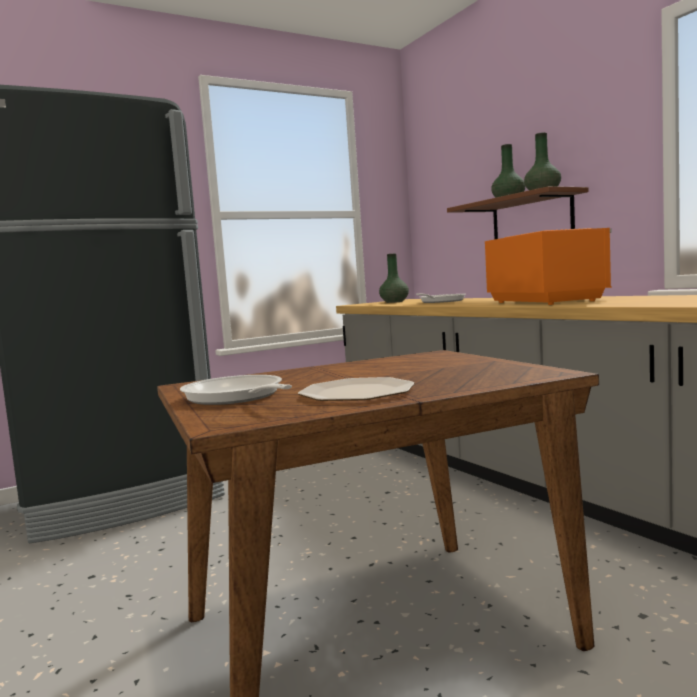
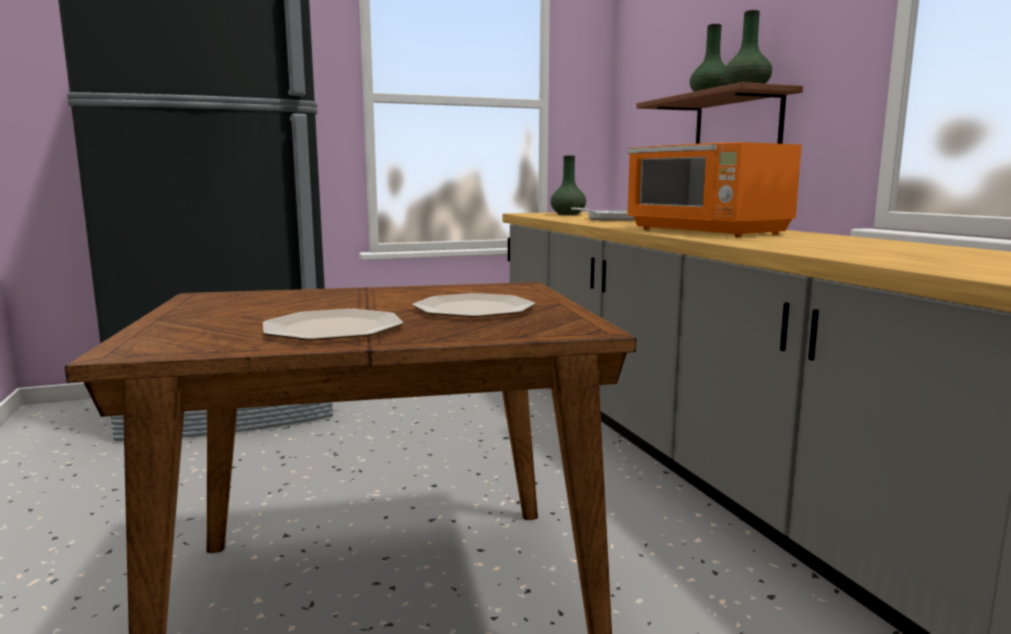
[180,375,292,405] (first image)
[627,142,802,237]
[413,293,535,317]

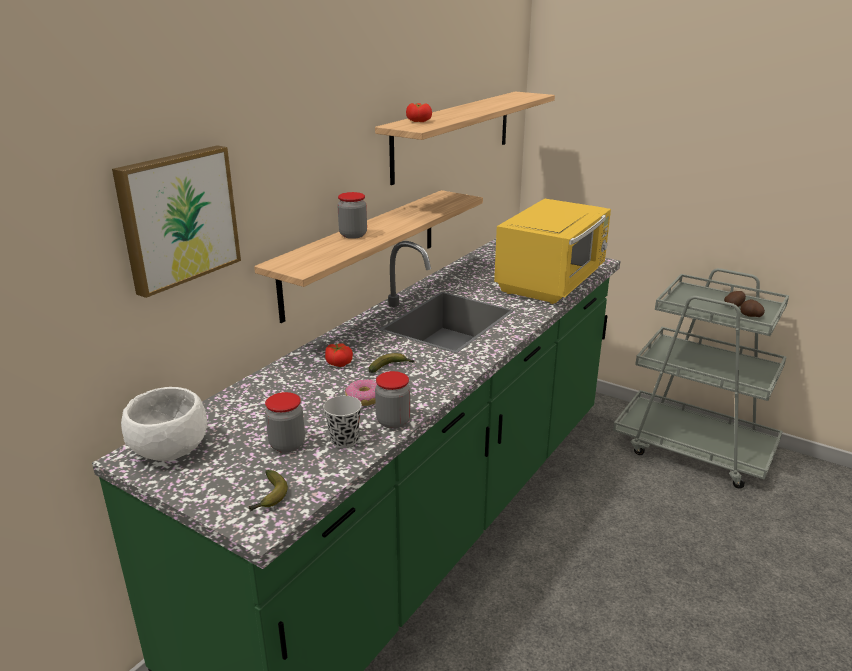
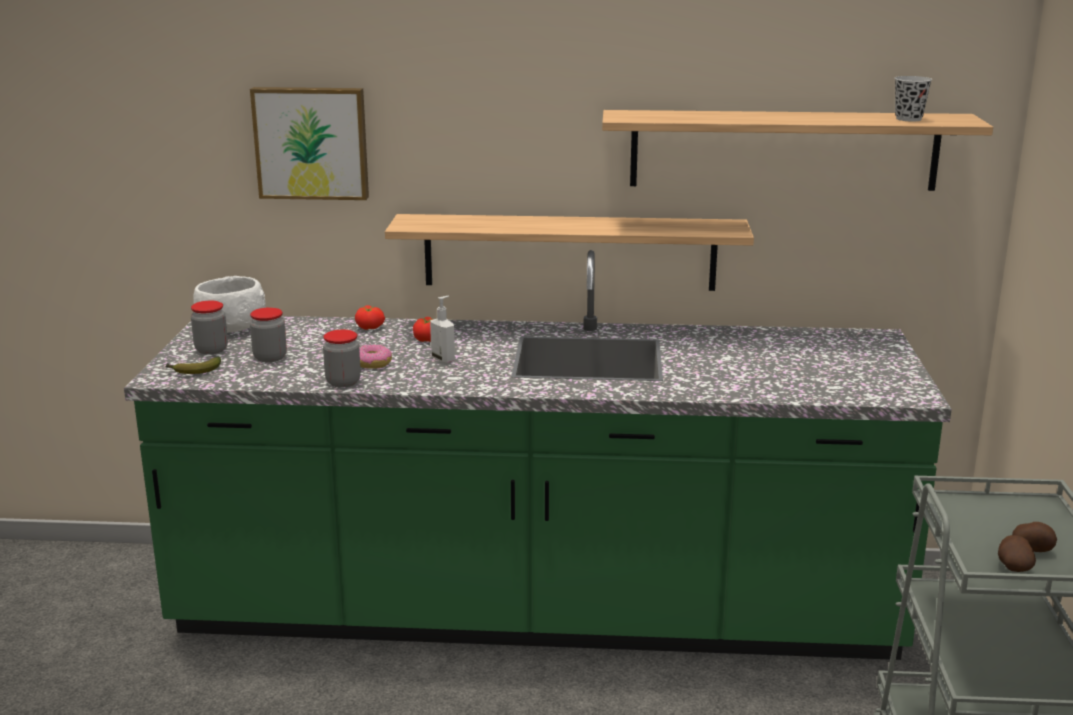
[894,76,932,121]
[191,301,228,355]
[430,296,455,363]
[355,305,385,330]
[494,199,611,304] (first image)

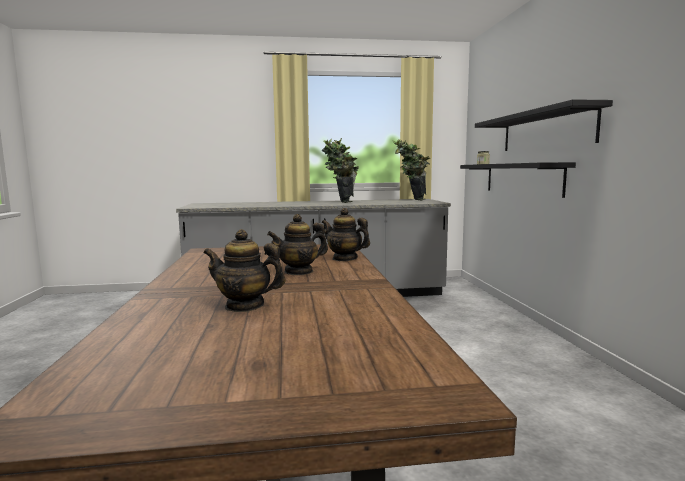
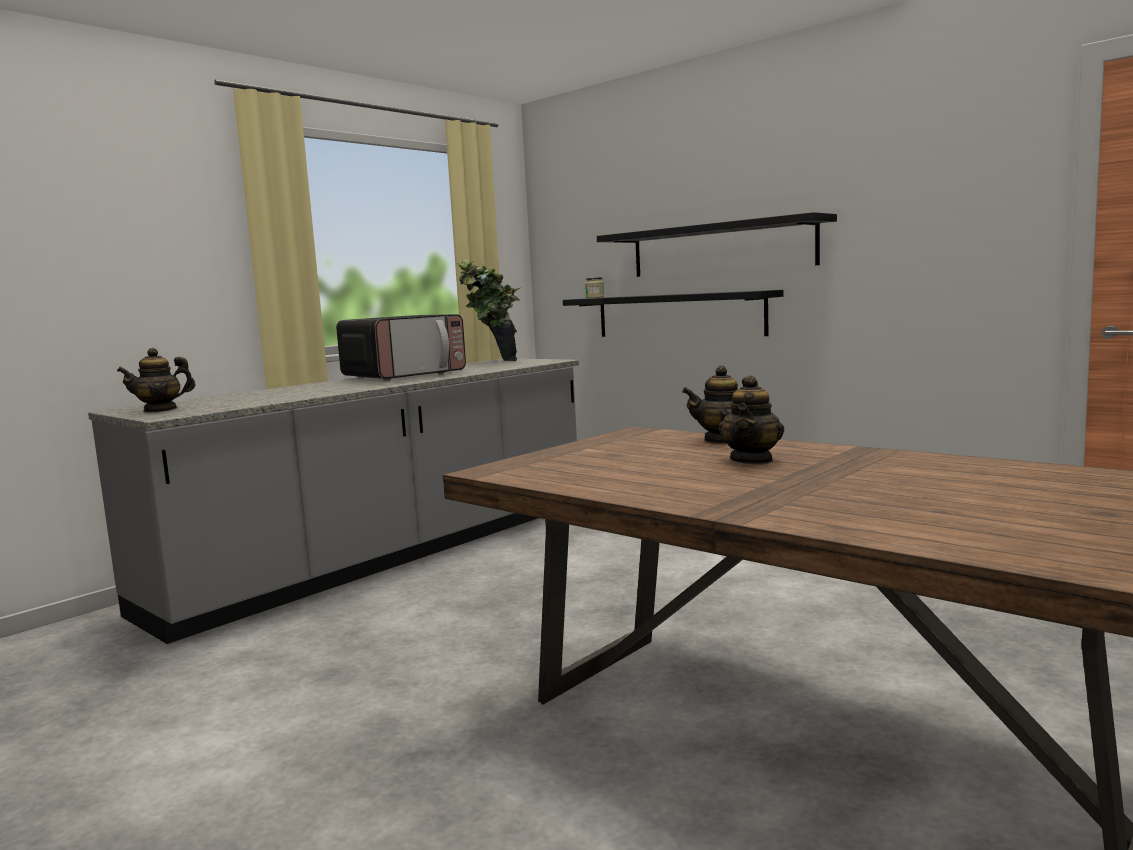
[117,348,195,413]
[336,314,466,380]

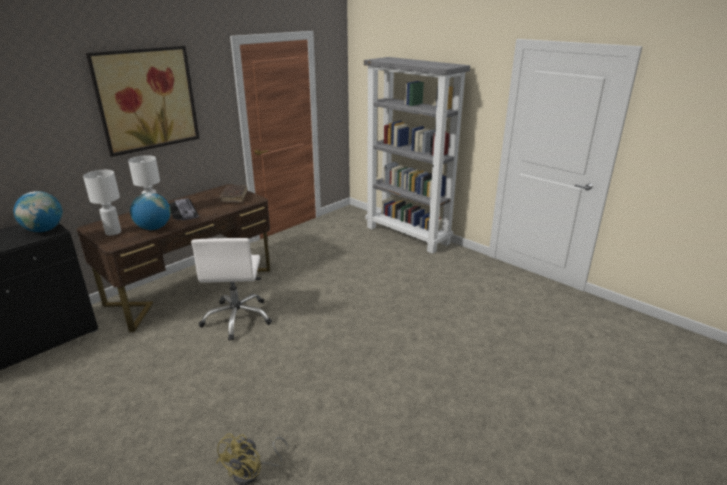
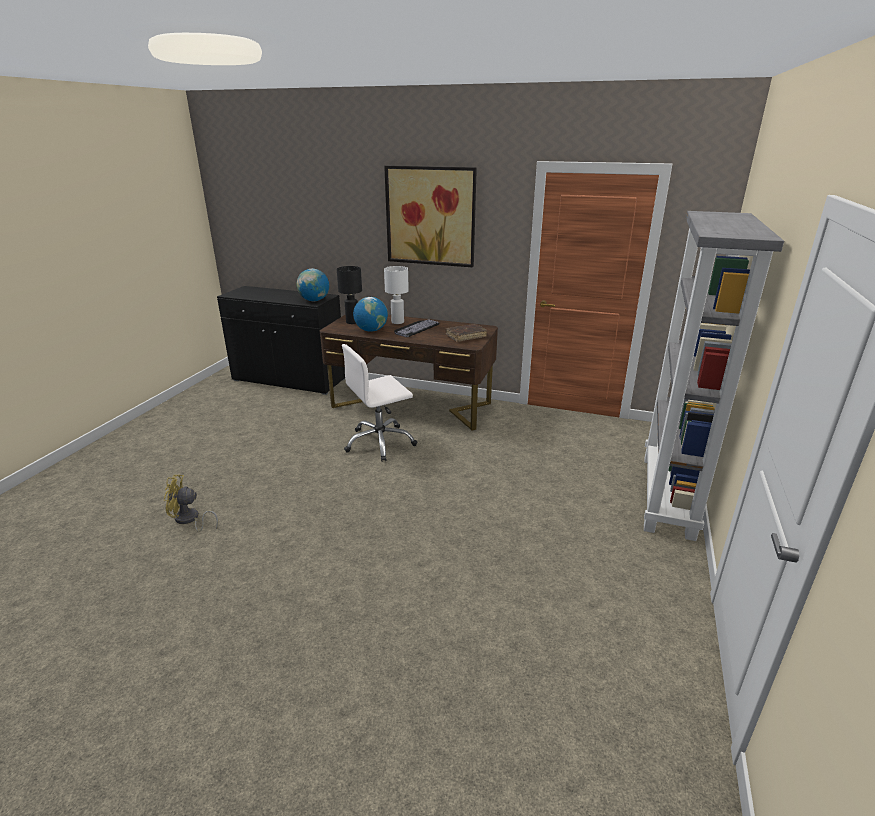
[337,266,362,324]

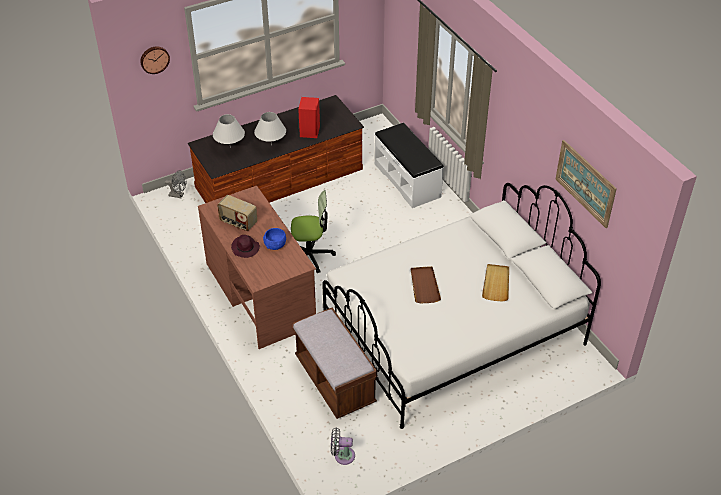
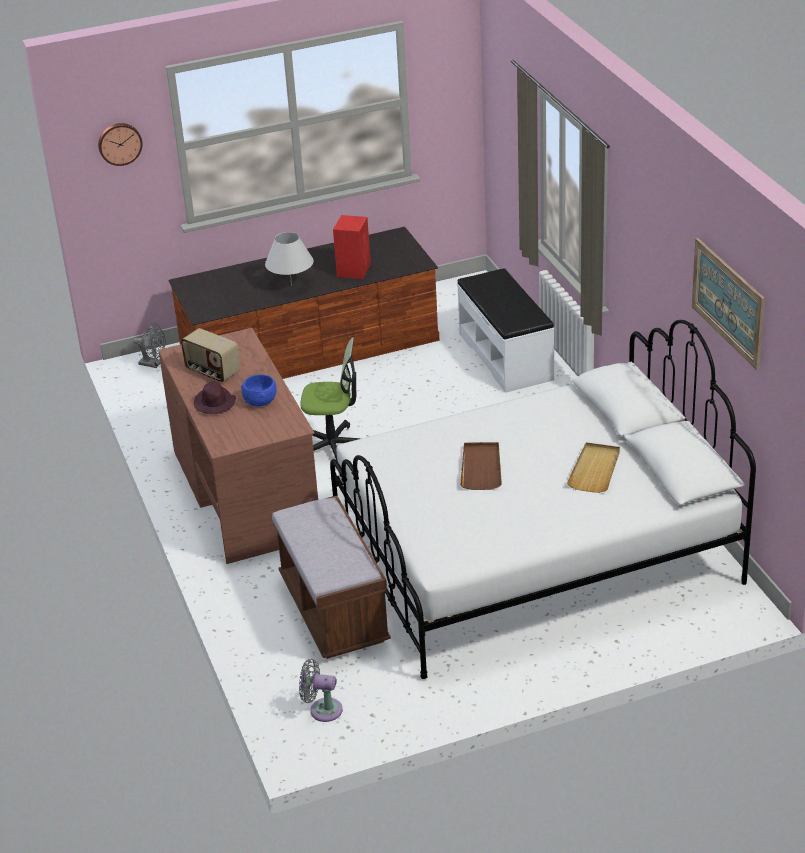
[213,114,245,148] (first image)

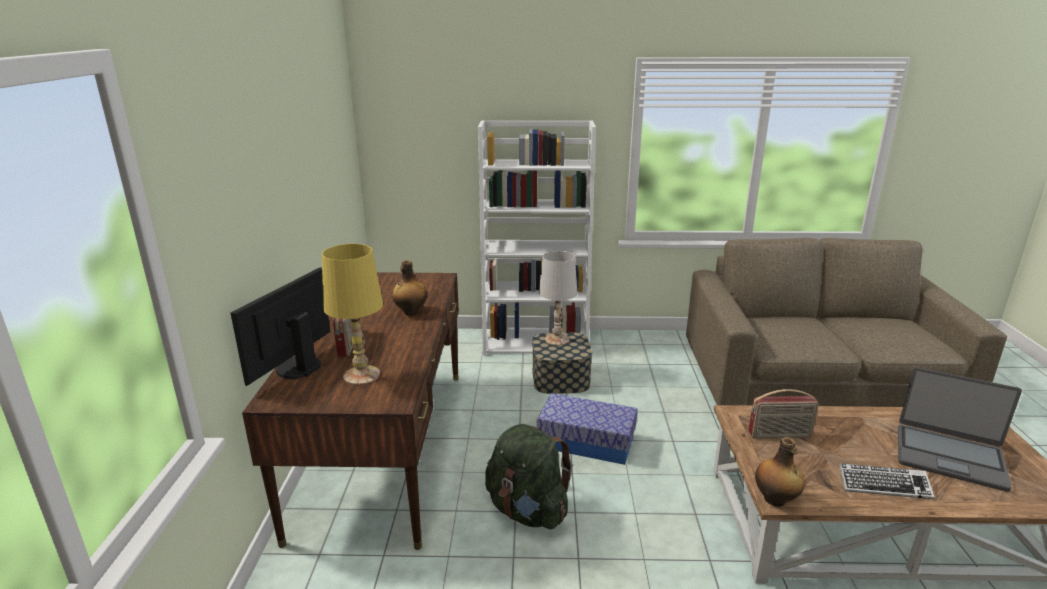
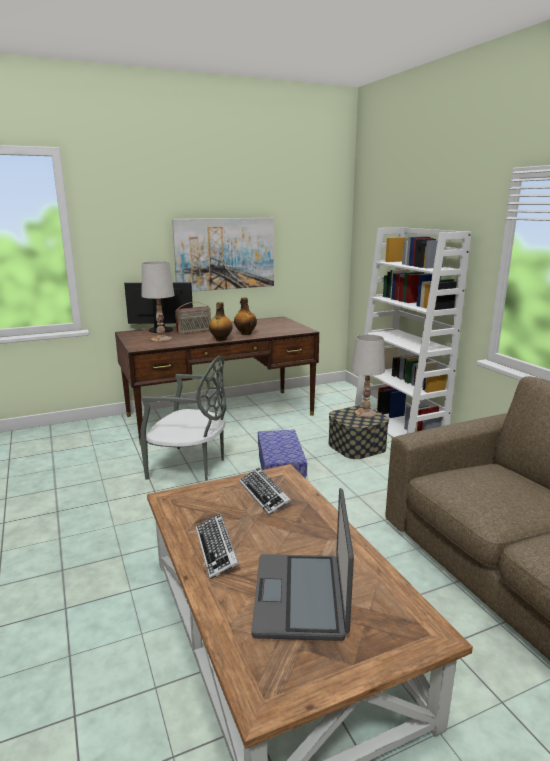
[142,261,174,342]
[140,356,227,481]
[239,468,291,515]
[209,302,233,341]
[172,218,274,292]

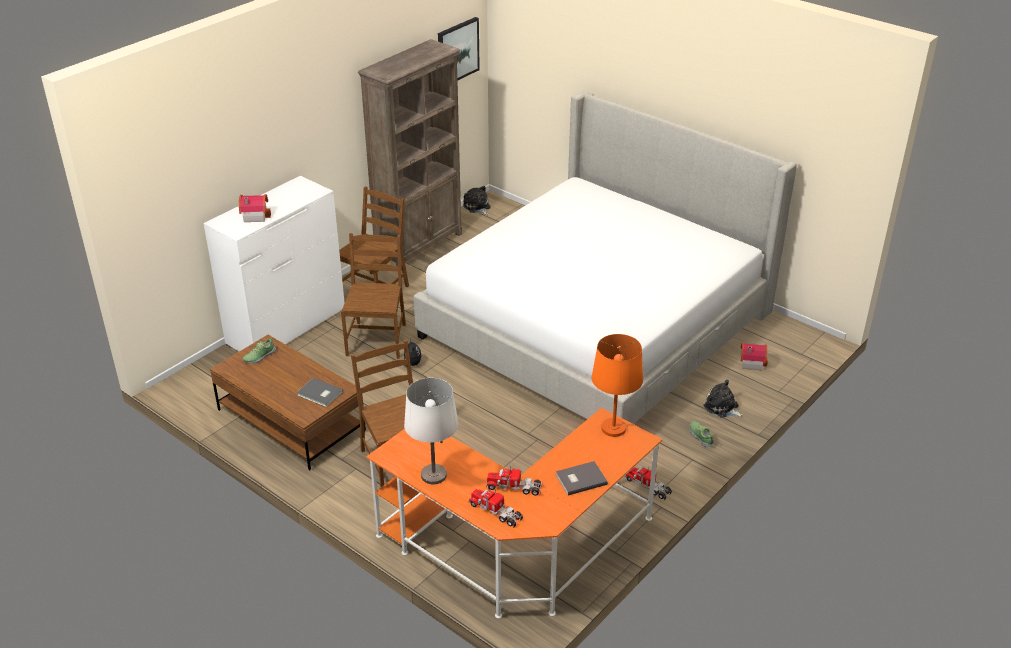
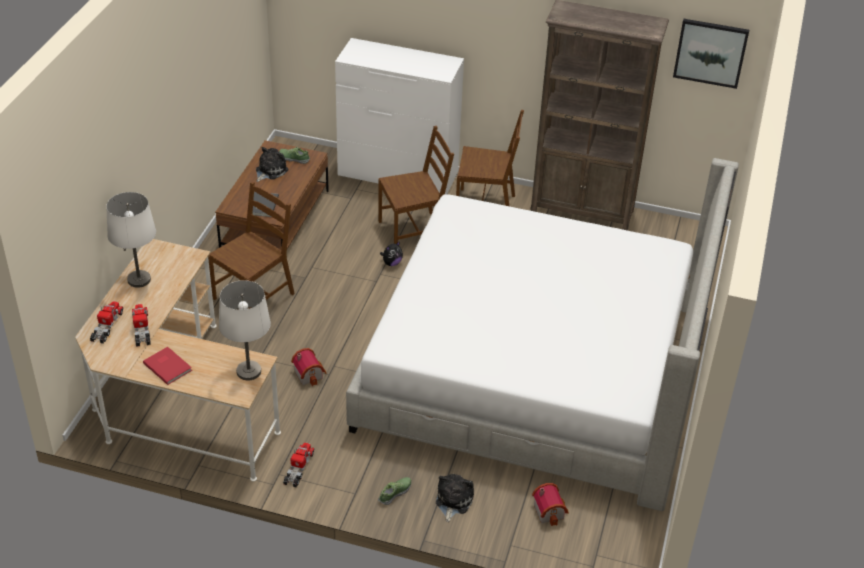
[291,348,327,386]
[75,239,281,481]
[256,147,289,182]
[143,347,192,385]
[219,280,271,380]

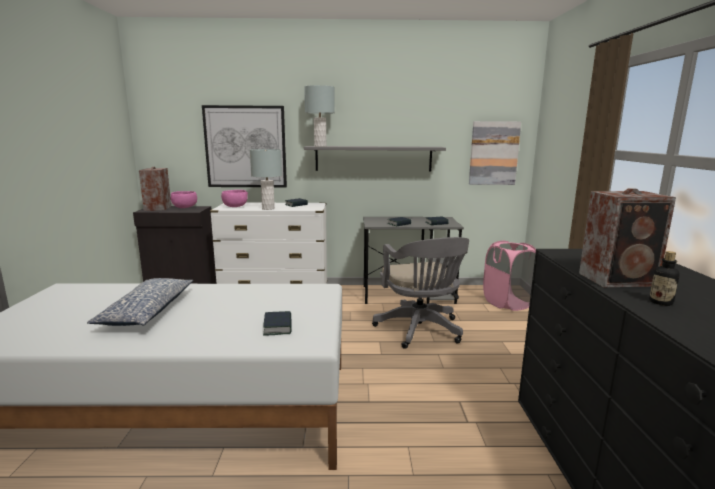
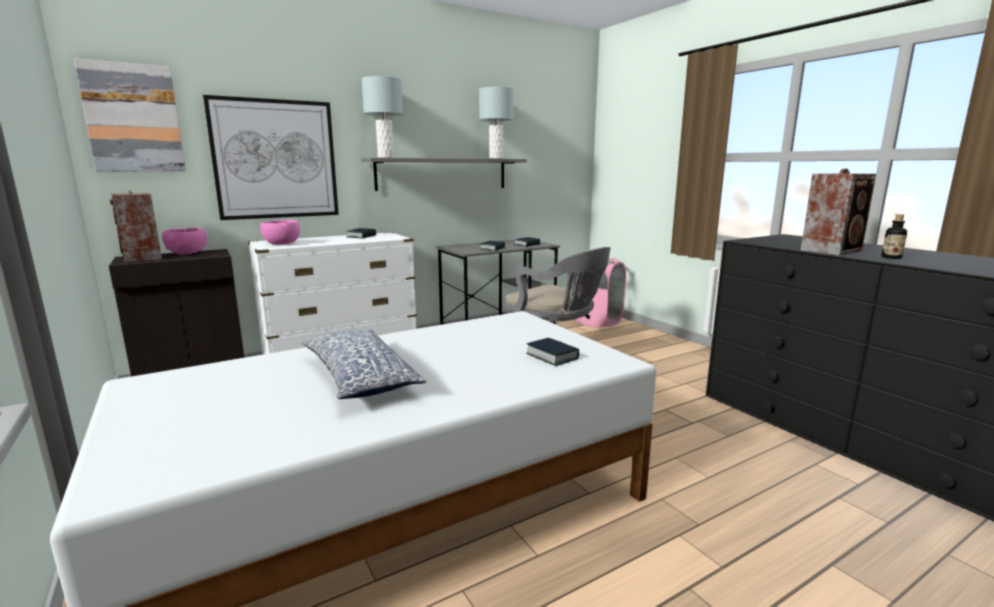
[479,87,514,159]
[74,58,186,172]

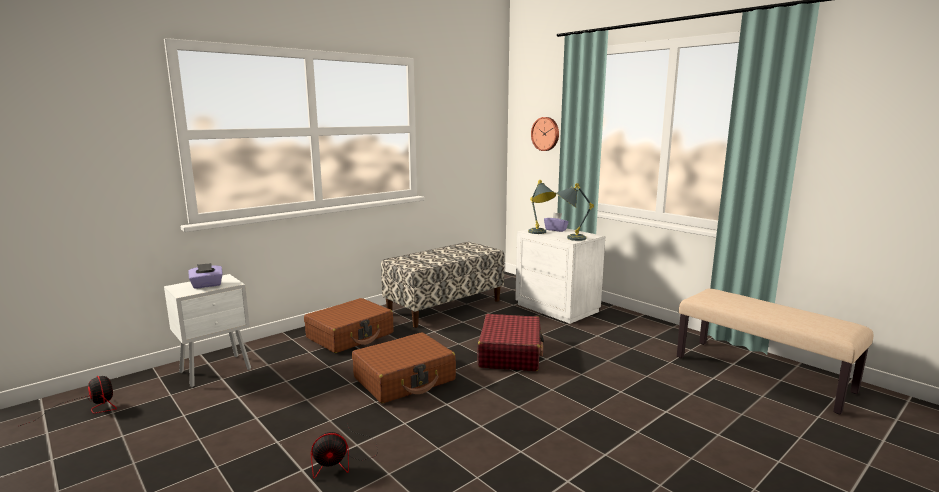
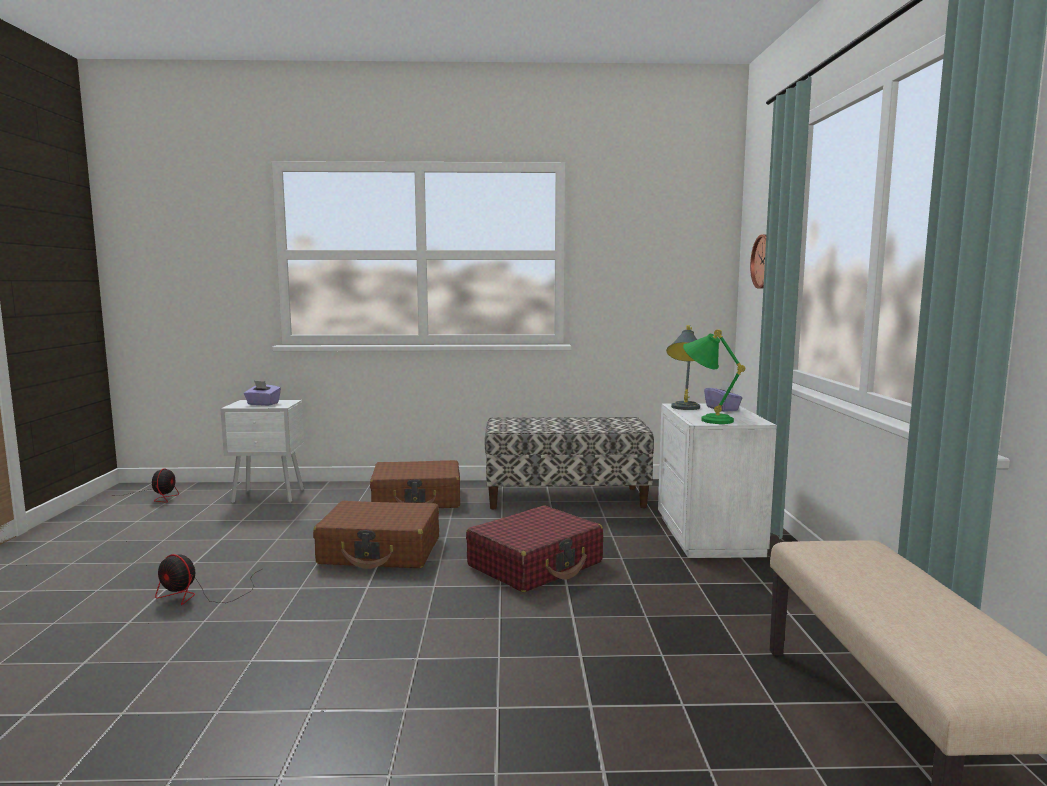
[683,329,745,424]

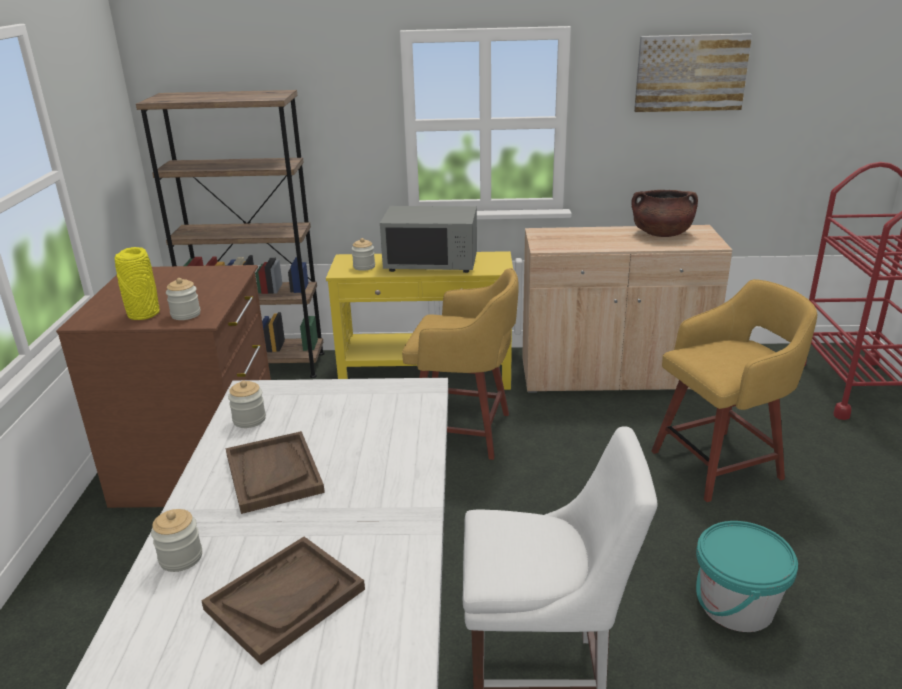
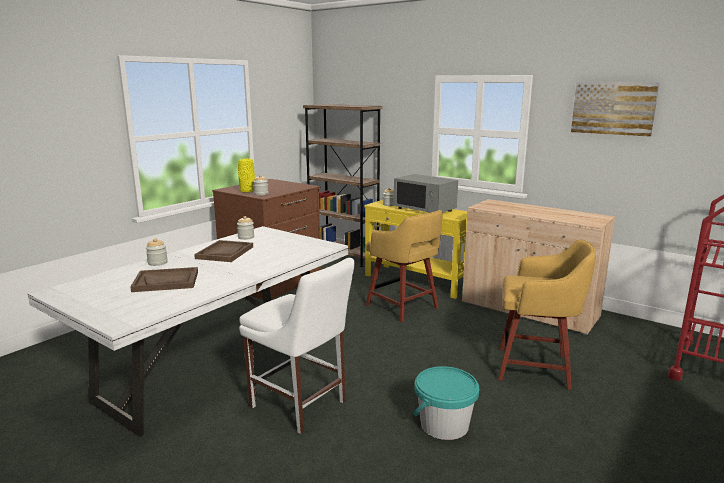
[631,190,698,237] (first image)

